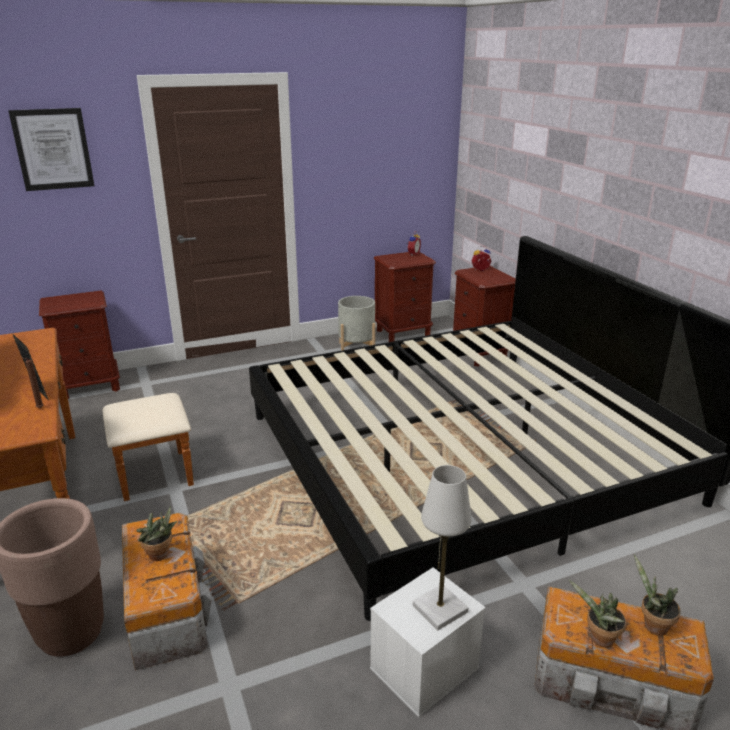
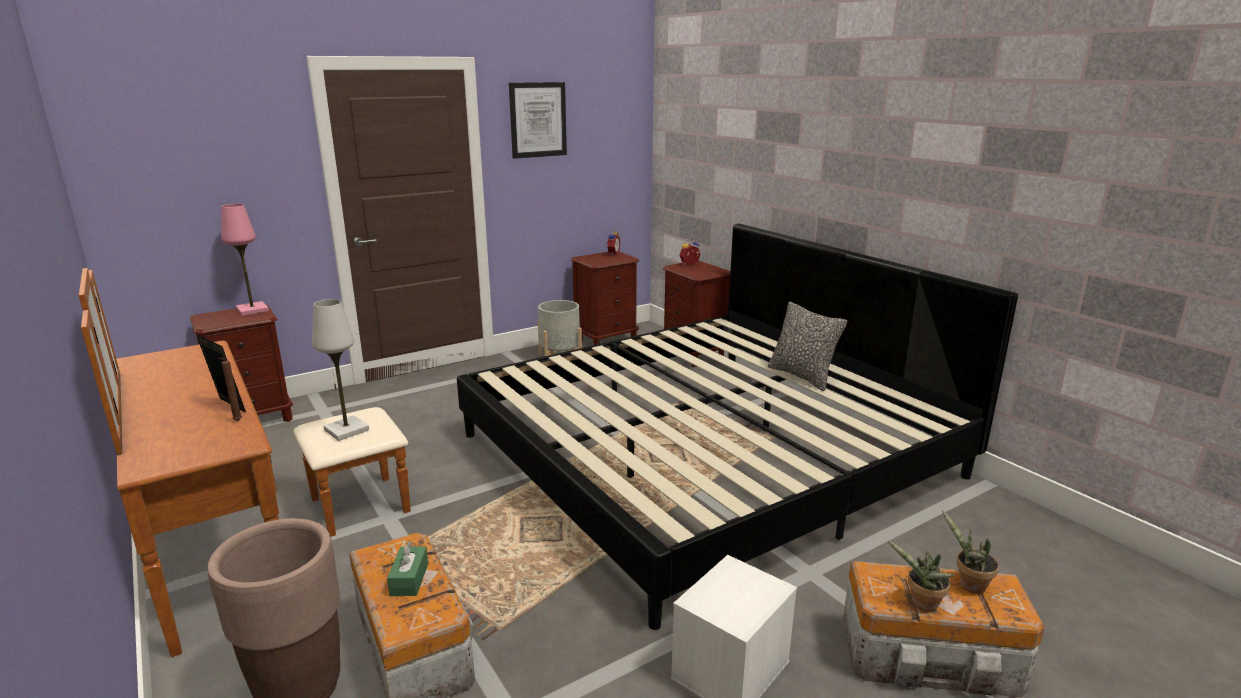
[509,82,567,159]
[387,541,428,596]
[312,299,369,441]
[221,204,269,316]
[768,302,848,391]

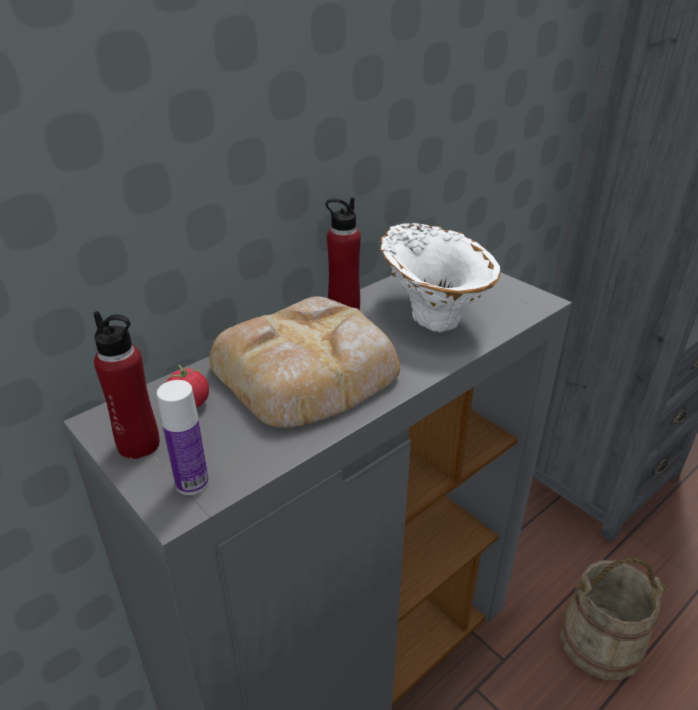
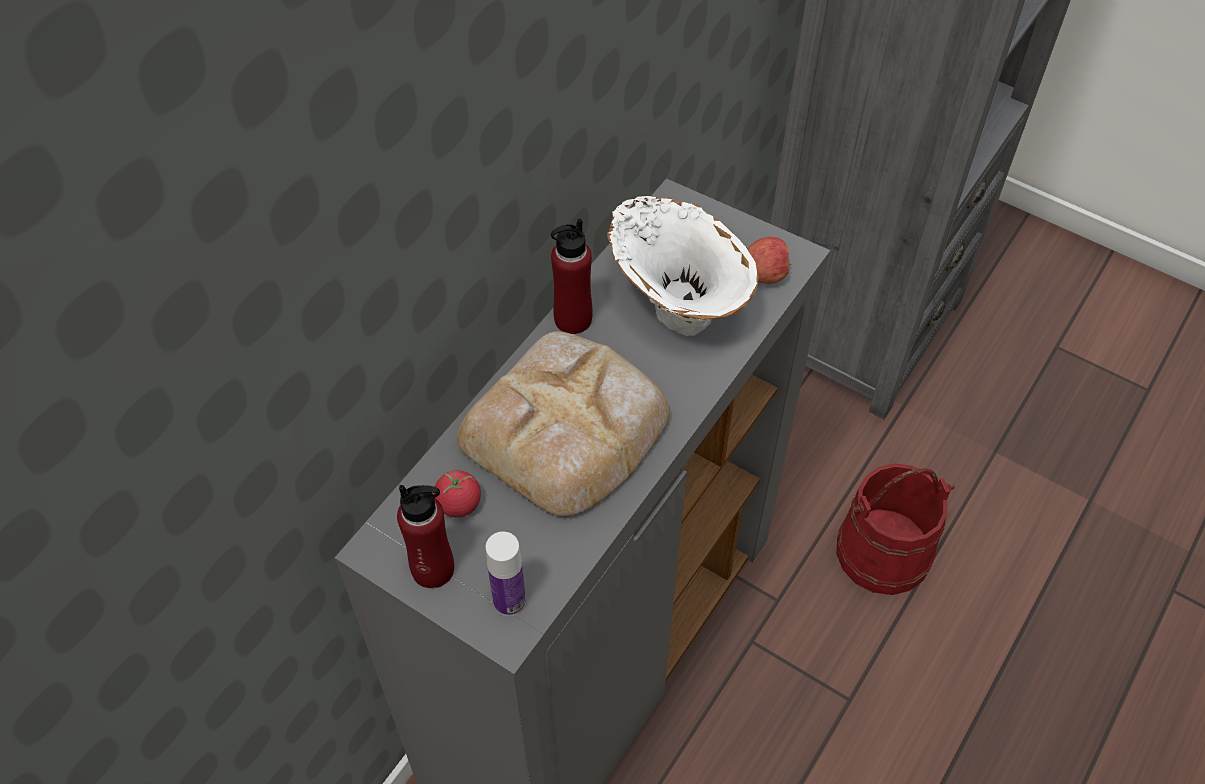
[836,463,955,595]
[747,237,791,284]

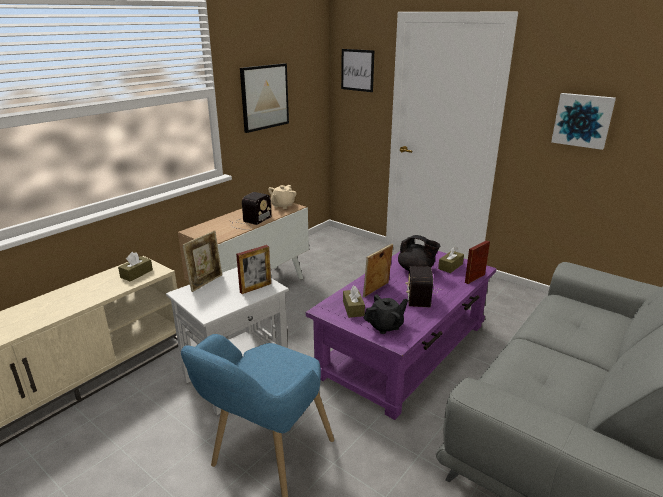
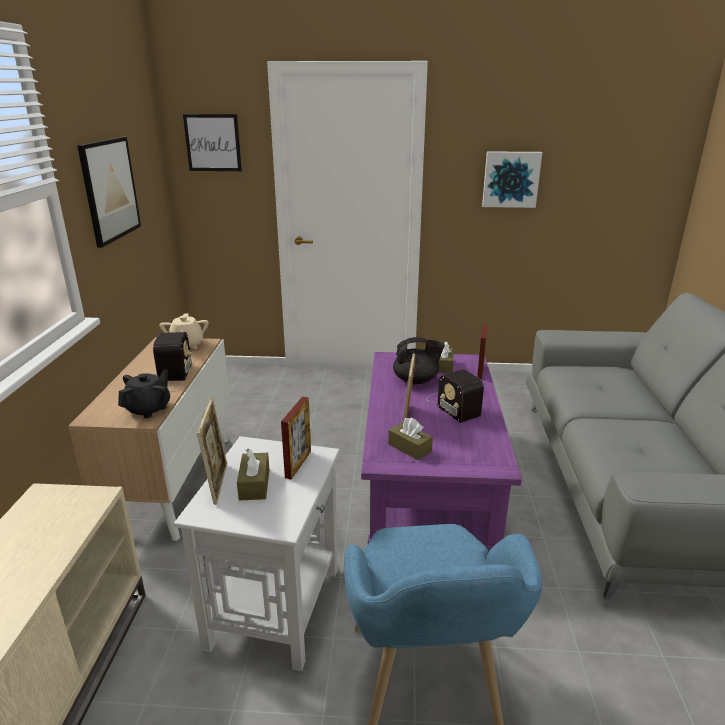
[237,449,269,501]
[118,369,170,418]

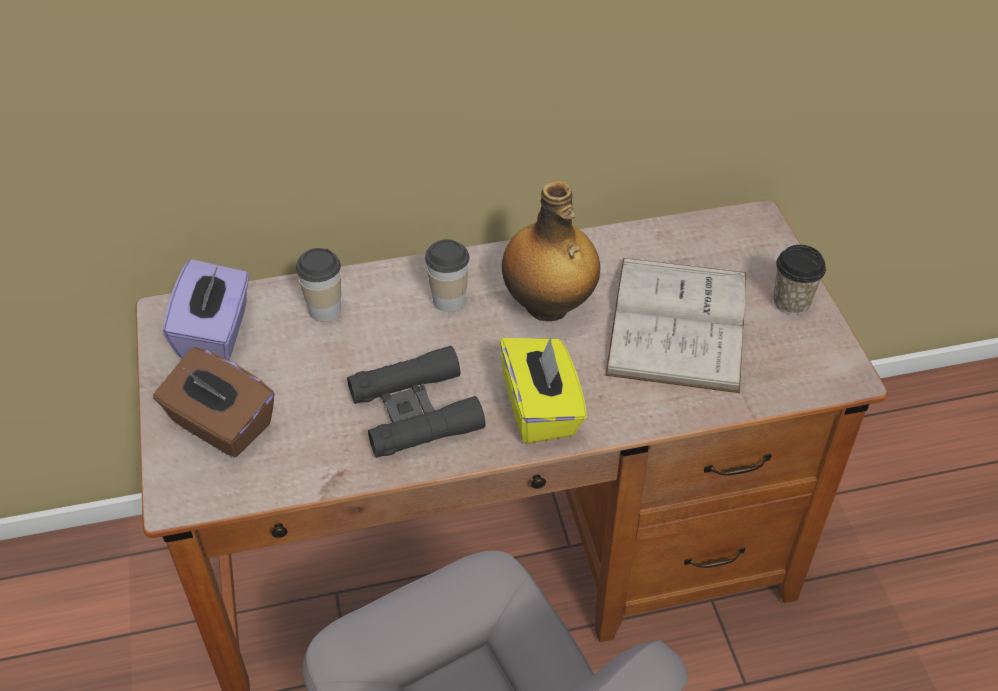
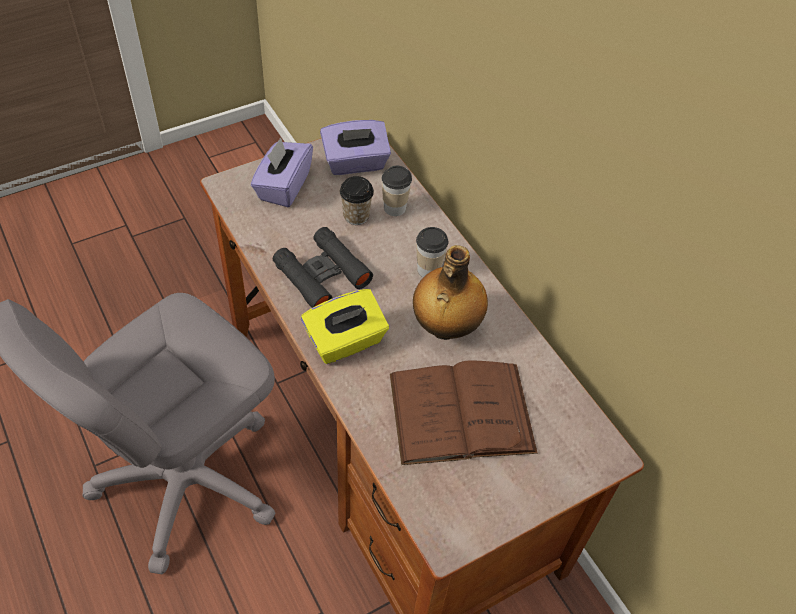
[251,137,313,207]
[390,360,537,465]
[340,176,374,225]

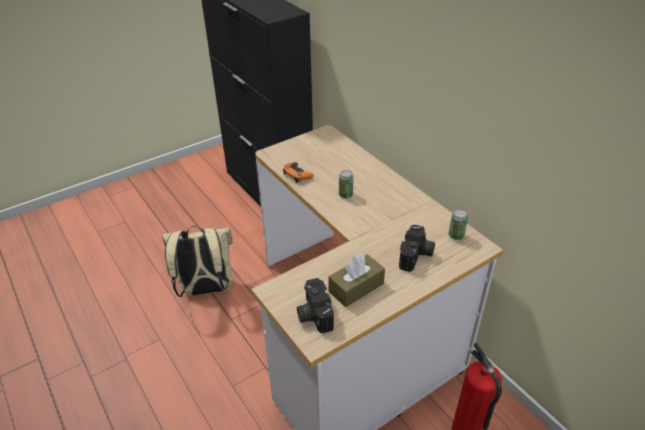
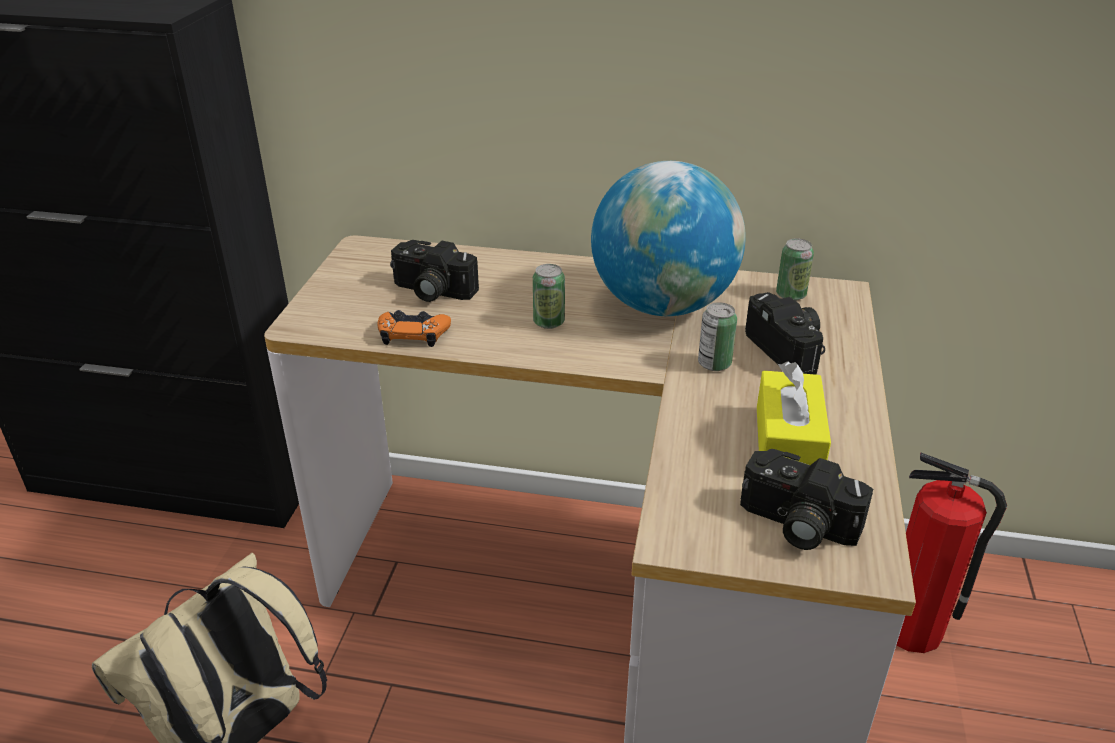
[757,362,831,465]
[390,240,479,302]
[591,161,746,316]
[698,302,737,371]

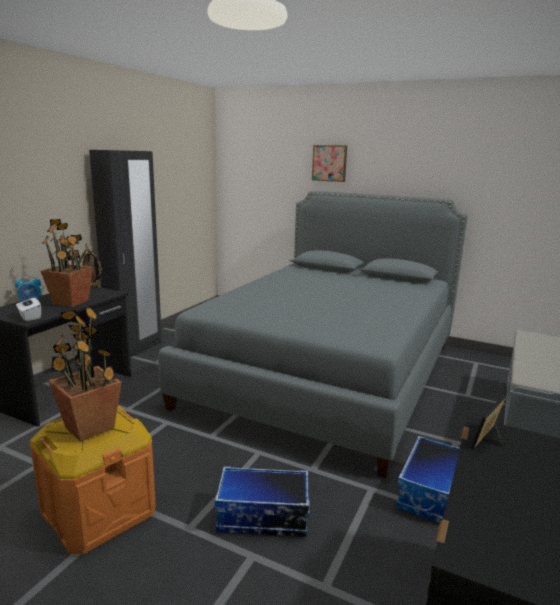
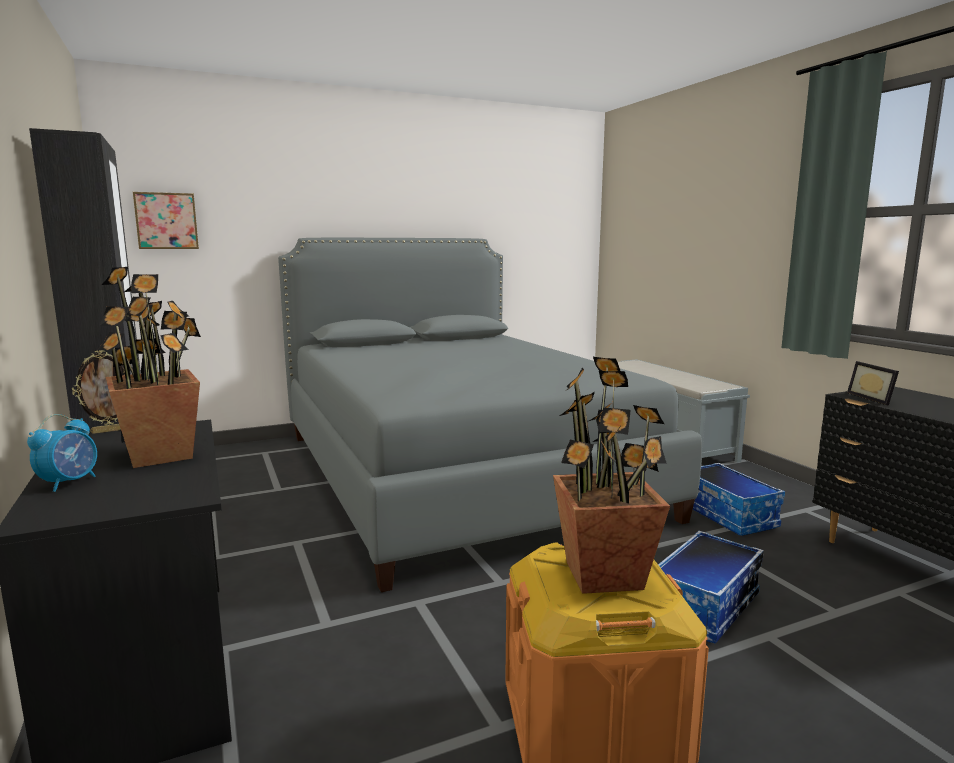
[16,297,41,321] (first image)
[133,192,199,249]

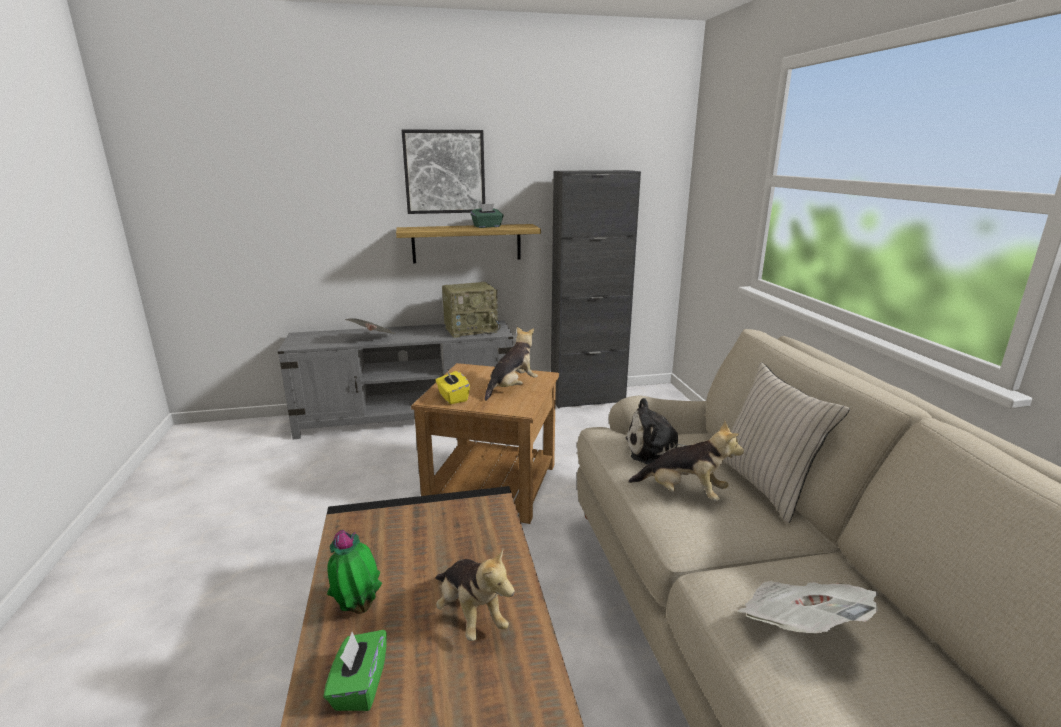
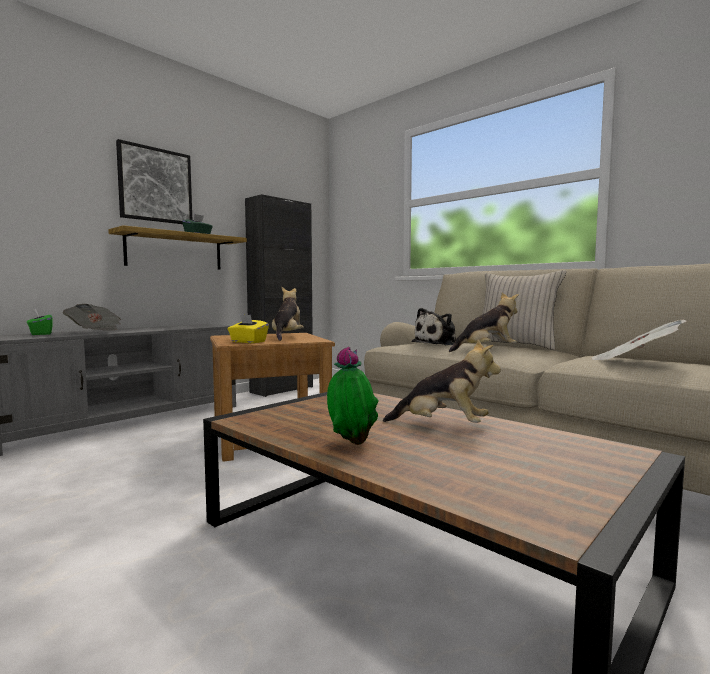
[27,309,53,335]
[442,282,501,338] (first image)

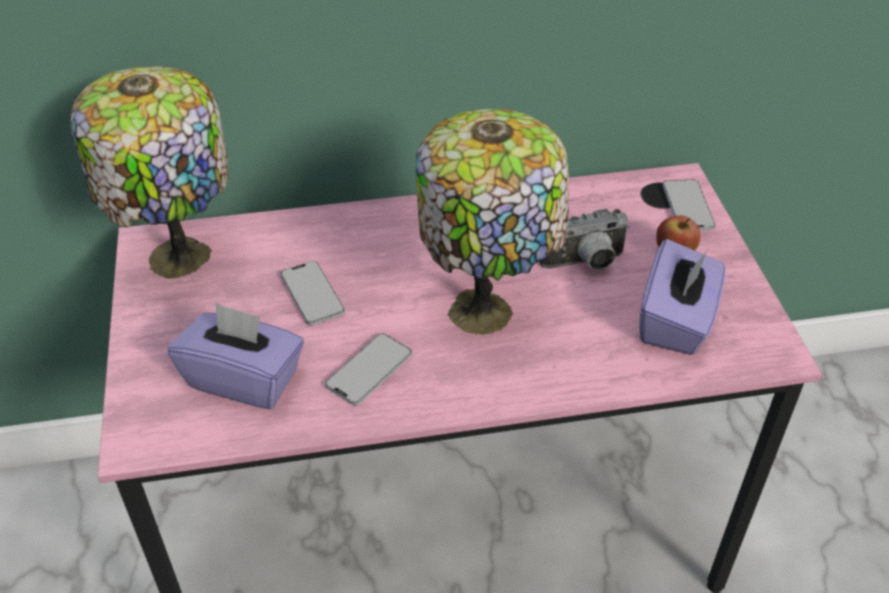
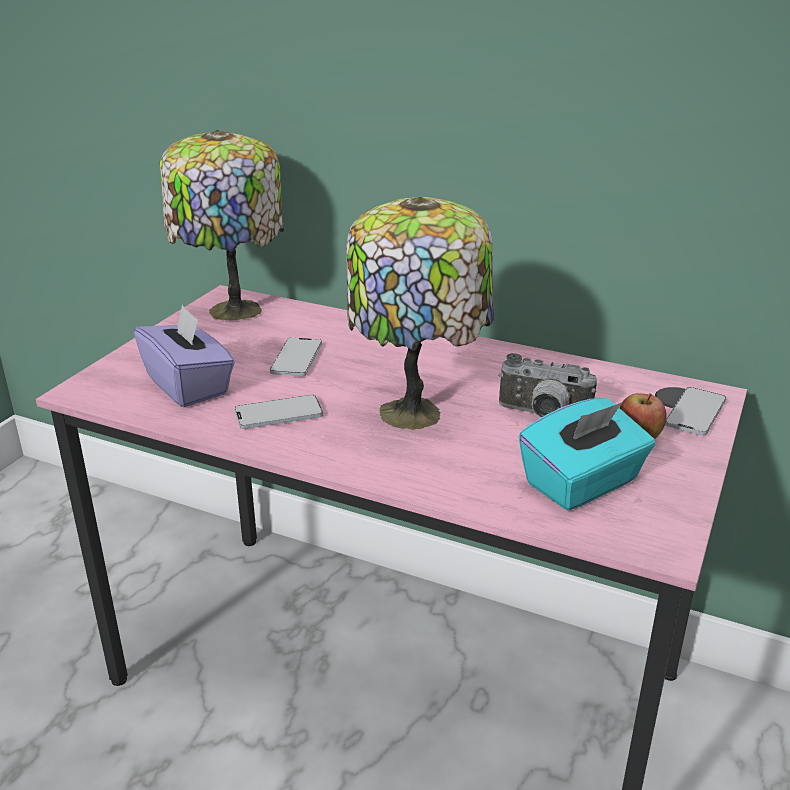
[519,398,655,511]

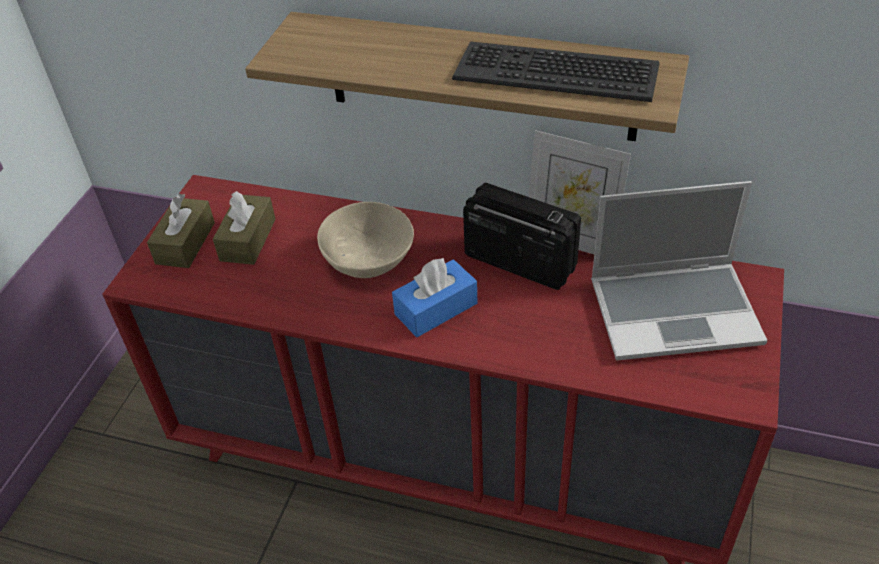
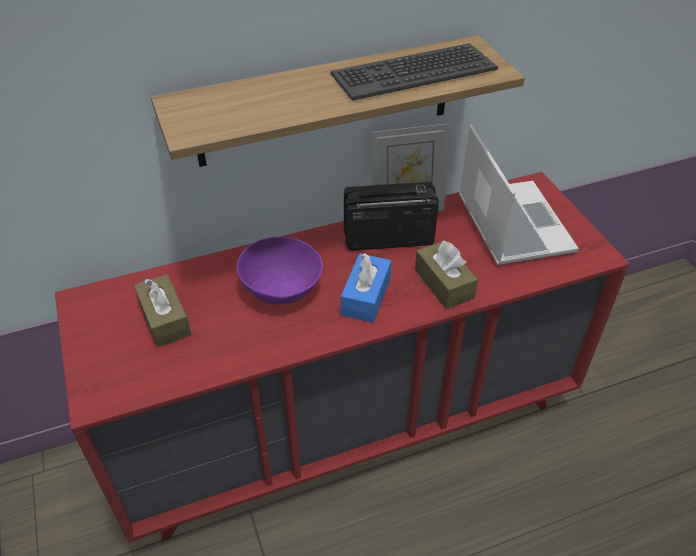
[415,240,478,309]
[236,237,323,304]
[459,125,579,265]

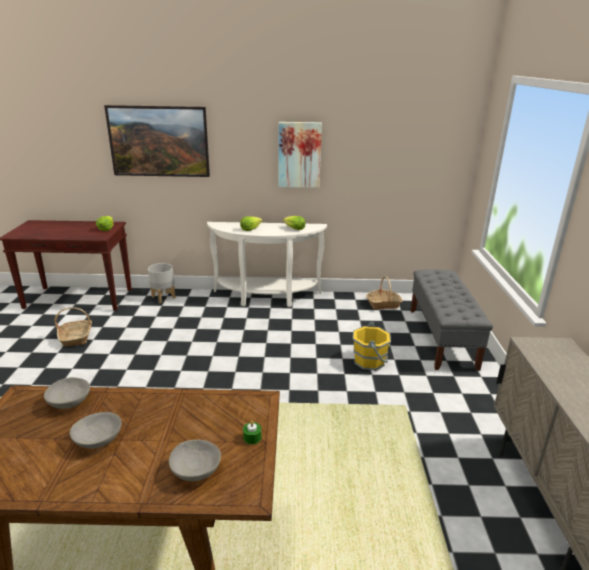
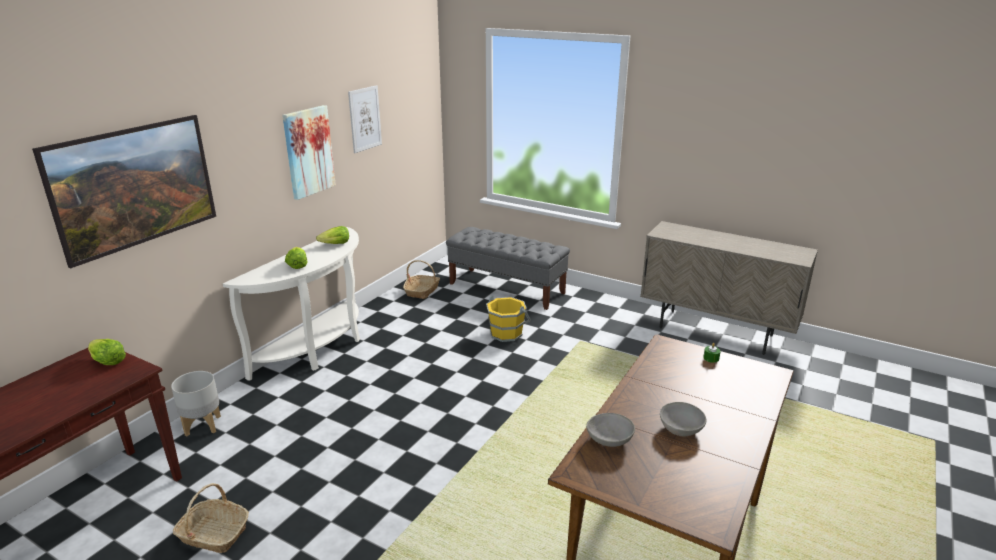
[169,440,221,481] (first image)
[348,85,382,153]

